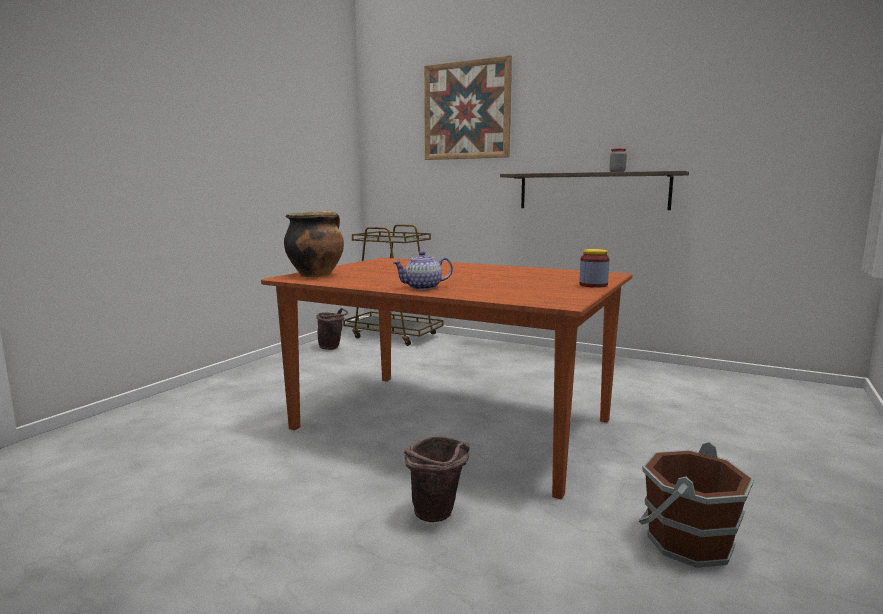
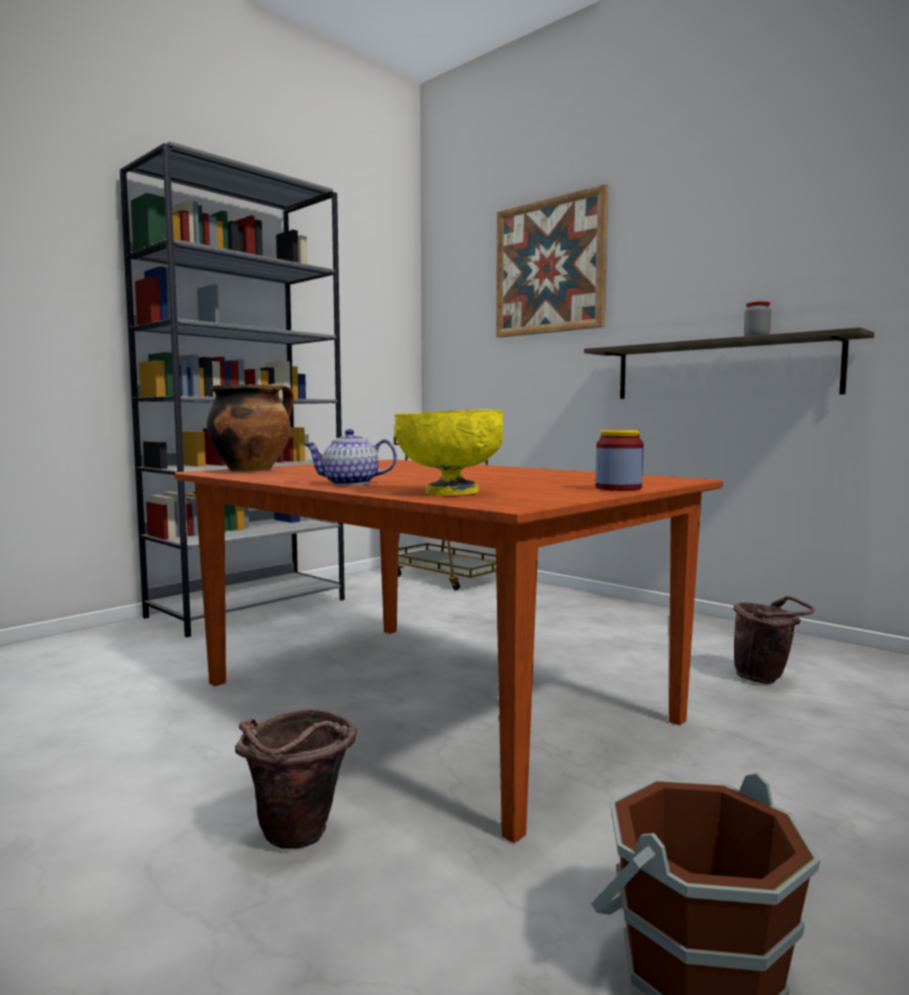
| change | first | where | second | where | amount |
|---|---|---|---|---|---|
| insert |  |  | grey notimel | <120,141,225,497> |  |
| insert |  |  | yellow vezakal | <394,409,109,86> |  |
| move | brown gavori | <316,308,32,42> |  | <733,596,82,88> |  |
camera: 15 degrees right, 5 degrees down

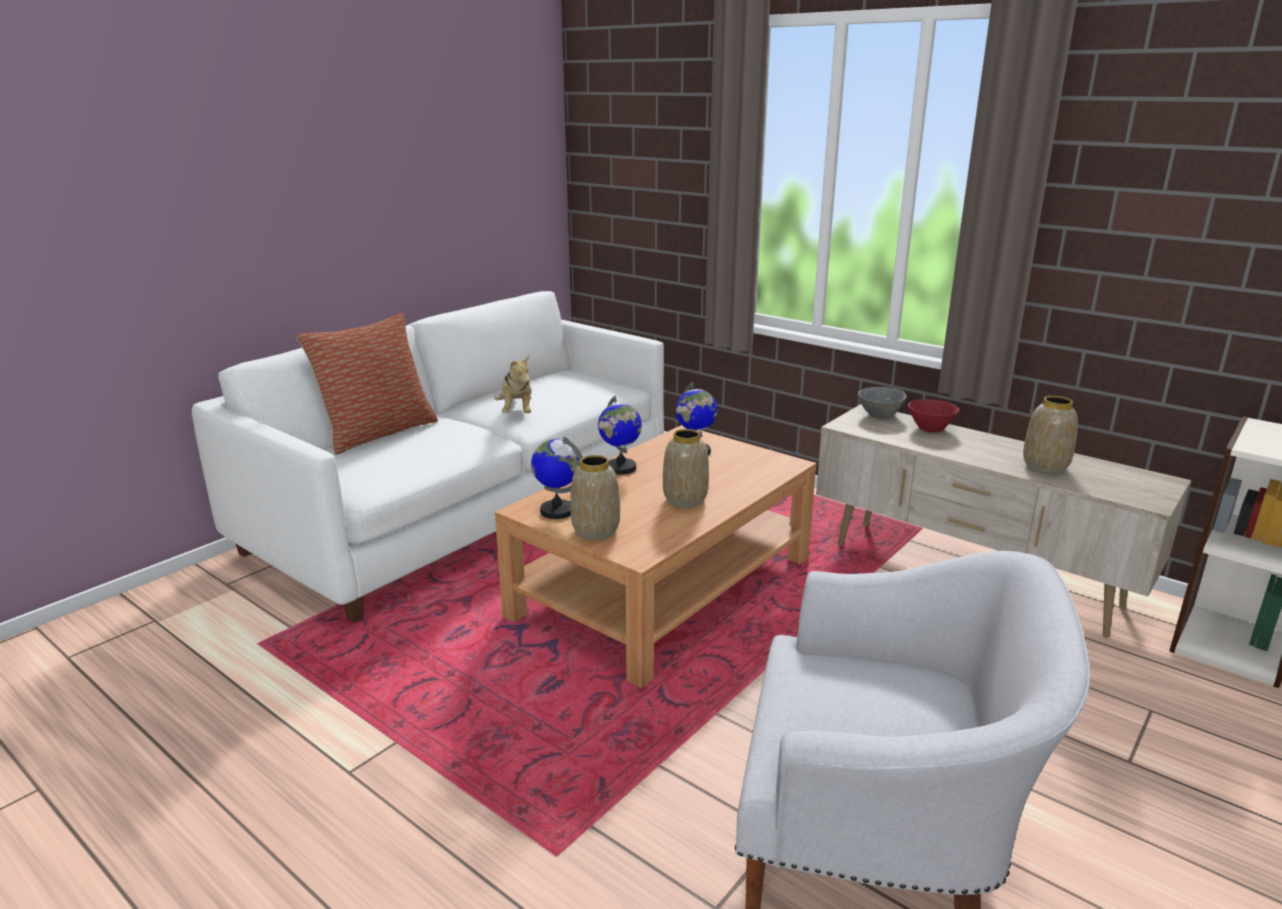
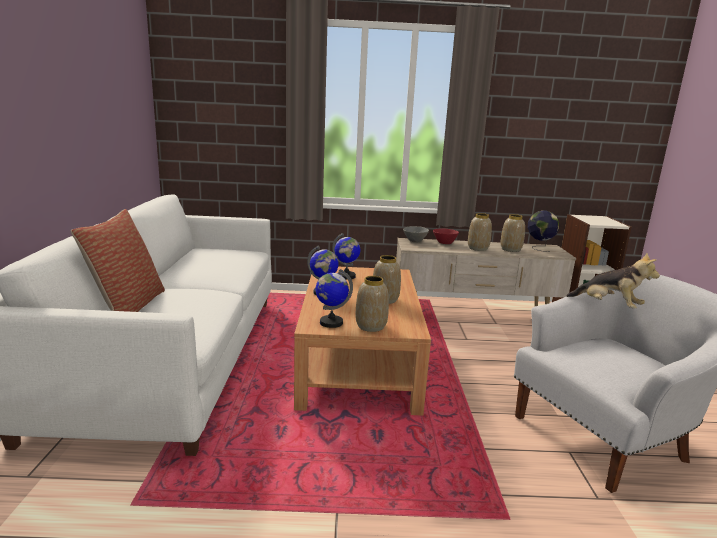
| change | first | where | second | where | amount |
|---|---|---|---|---|---|
| insert |  |  | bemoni | <468,213,24,38> |  |
| insert |  |  | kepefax | <528,210,31,42> |  |
| move | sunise | <494,355,38,58> |  | <566,253,94,56> |  |
camera: 40 degrees left, 5 degrees down

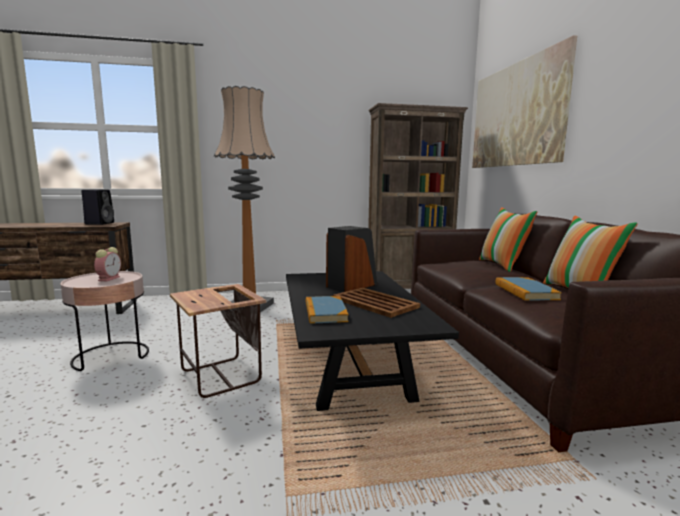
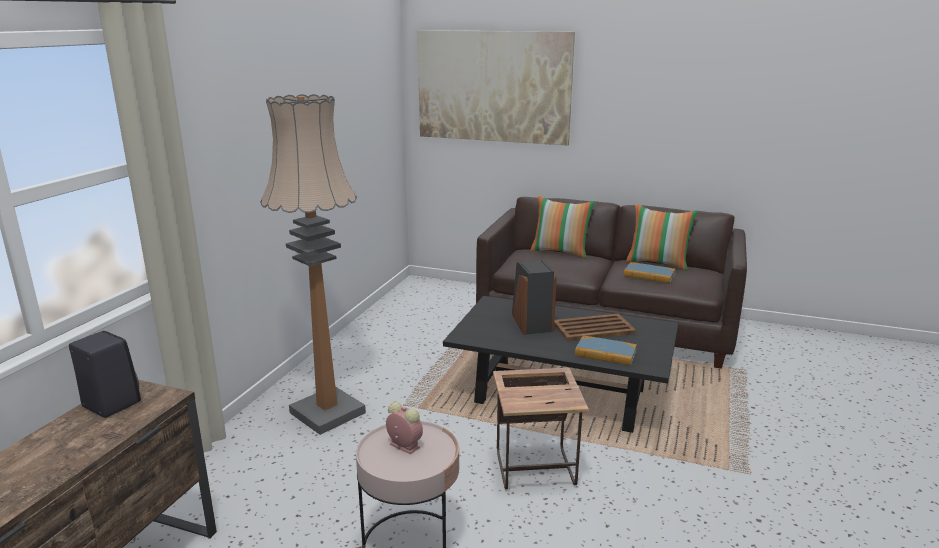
| change | first | where | second | where | amount |
|---|---|---|---|---|---|
| delete | brown notimel | <368,103,100,186> |  |  |  |
camera: 60 degrees left, 10 degrees up

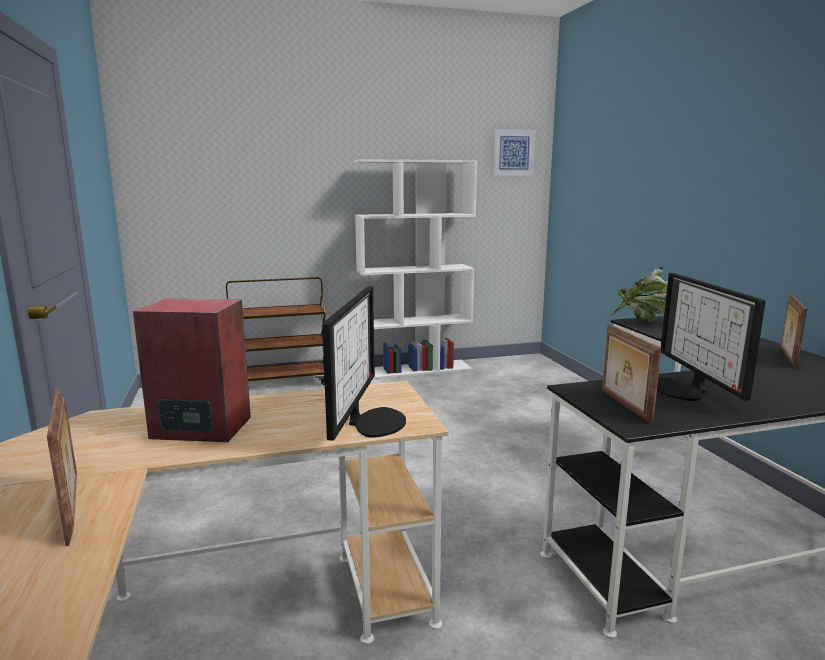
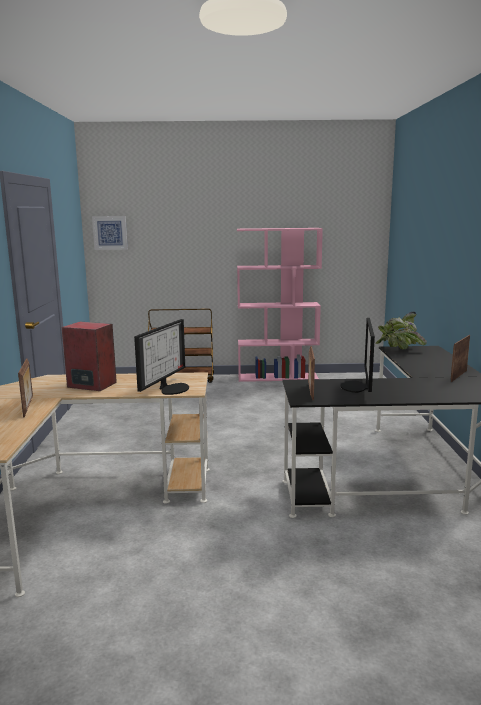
| change | first | where | second | where | amount |
|---|---|---|---|---|---|
| move | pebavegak | <492,129,44,47> |  | <92,216,36,34> |  |
| recolor | white notimel | <354,159,123,220> | pink notimel | <237,228,86,154> |  |
camera: 15 degrees right, 0 degrees up

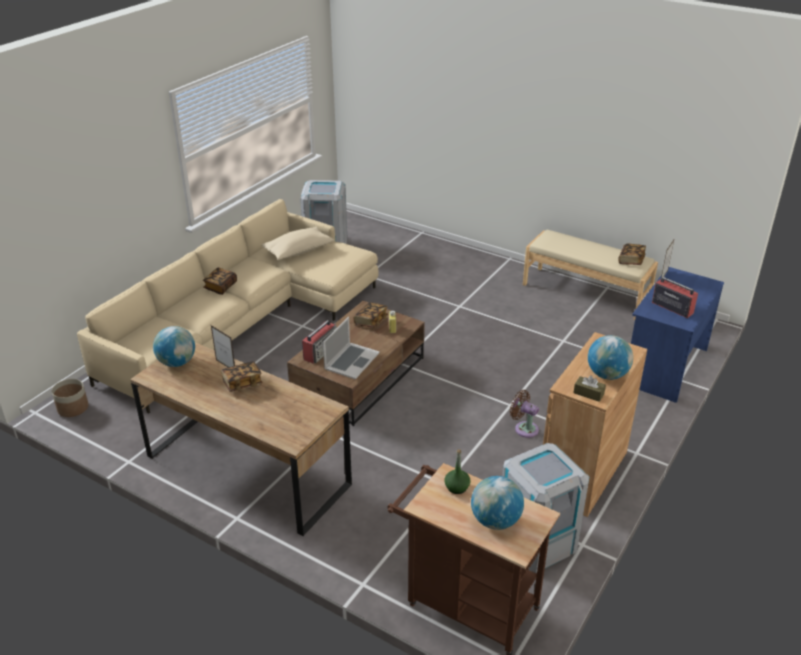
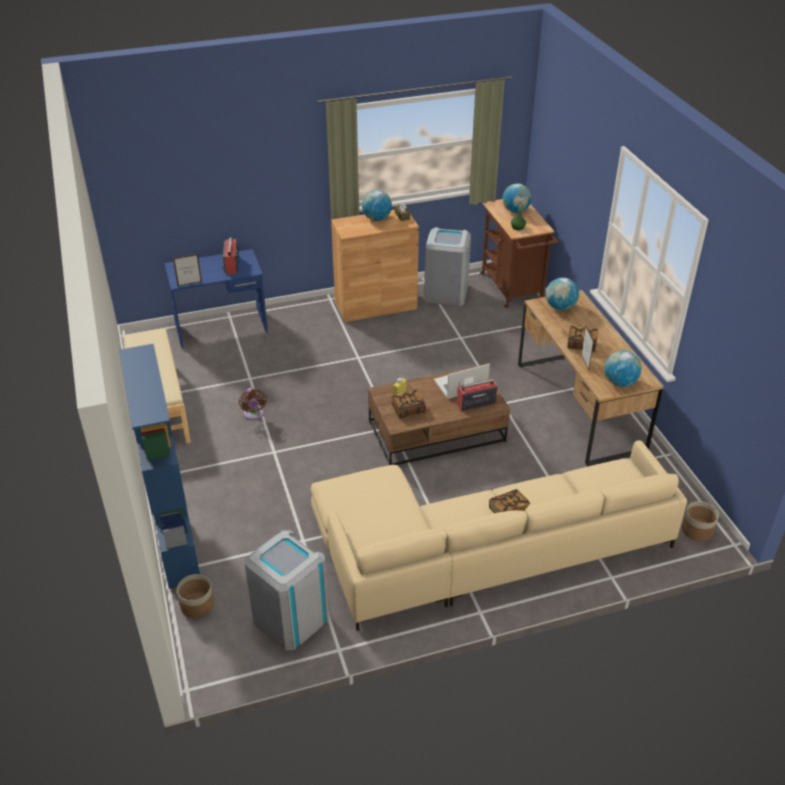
| change | first | where | second | where | amount |
|---|---|---|---|---|---|
| insert |  |  | blue notimel | <119,344,81,245> |  |
| insert |  |  | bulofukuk | <177,574,37,44> |  |
| move | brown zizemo | <510,390,29,48> |  | <239,388,28,32> |  |
| insert |  |  | kepefax | <546,277,33,33> |  |
| delete | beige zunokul | <261,227,74,33> |  |  |  |
| delete | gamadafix | <618,244,28,21> |  |  |  |
camera: 140 degrees left, 5 degrees up

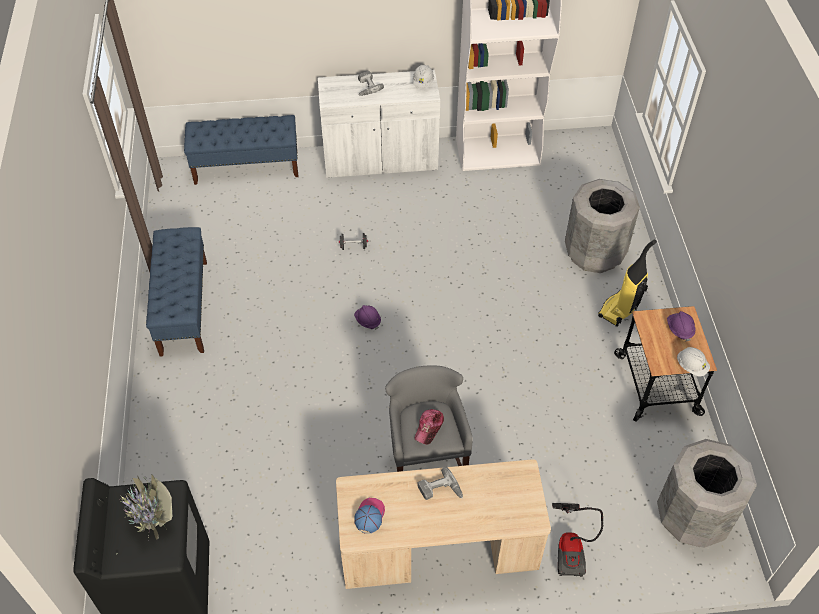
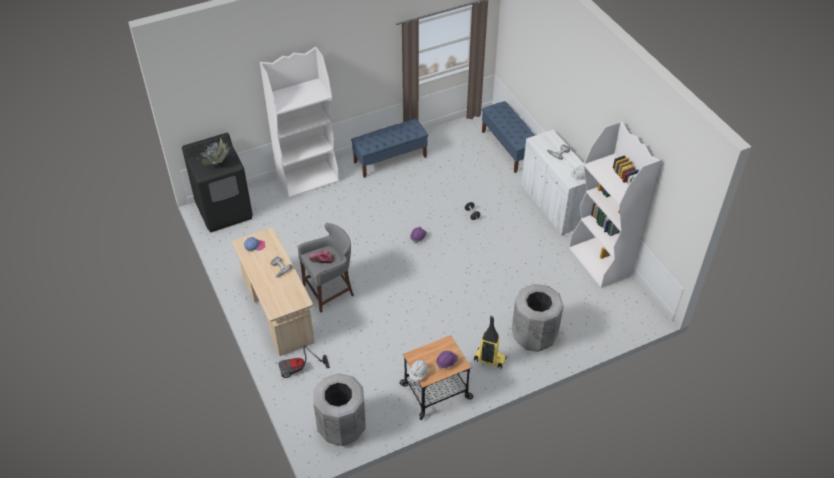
| change | first | where | second | where | amount |
|---|---|---|---|---|---|
| insert |  |  | white notimel | <260,47,79,151> |  |
camera: 70 degrees right, 5 degrees down

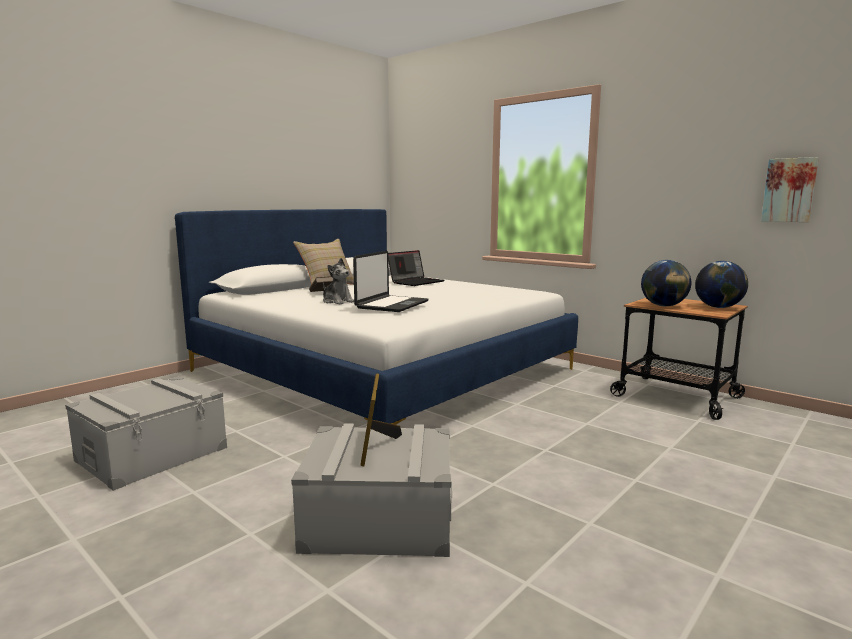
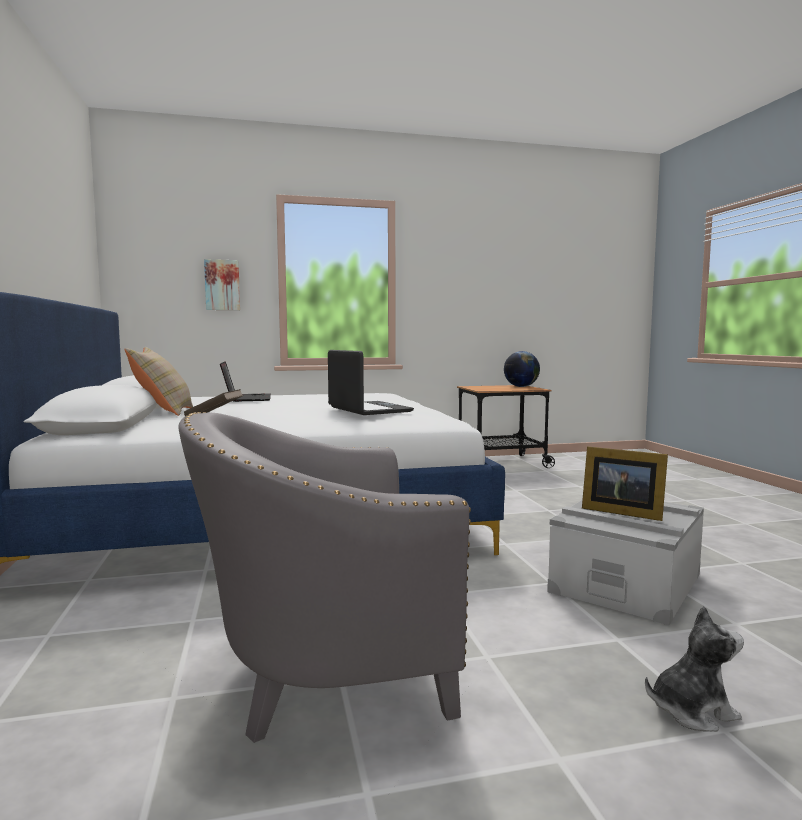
| change | first | where | second | where | amount |
|---|---|---|---|---|---|
| replace | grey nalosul | <65,377,162,114> | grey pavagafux | <179,412,292,331> |  |
| move | pebavegak | <761,157,58,65> |  | <204,259,36,51> |  |
| move | sunise | <323,258,31,46> |  | <645,606,99,126> |  |
| delete | kepefax | <641,260,50,46> |  |  |  |
camera: 55 degrees left, 5 degrees down

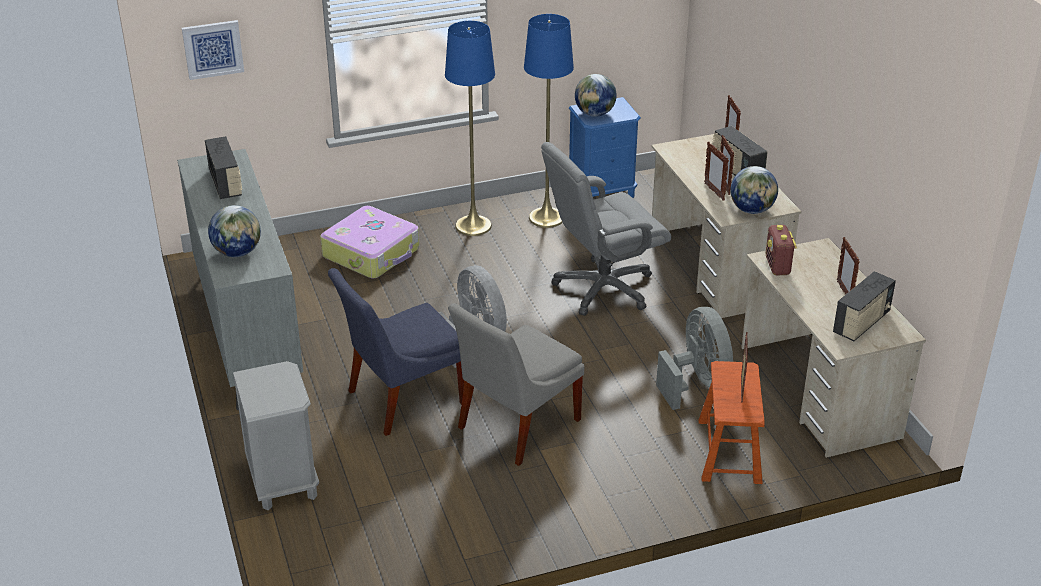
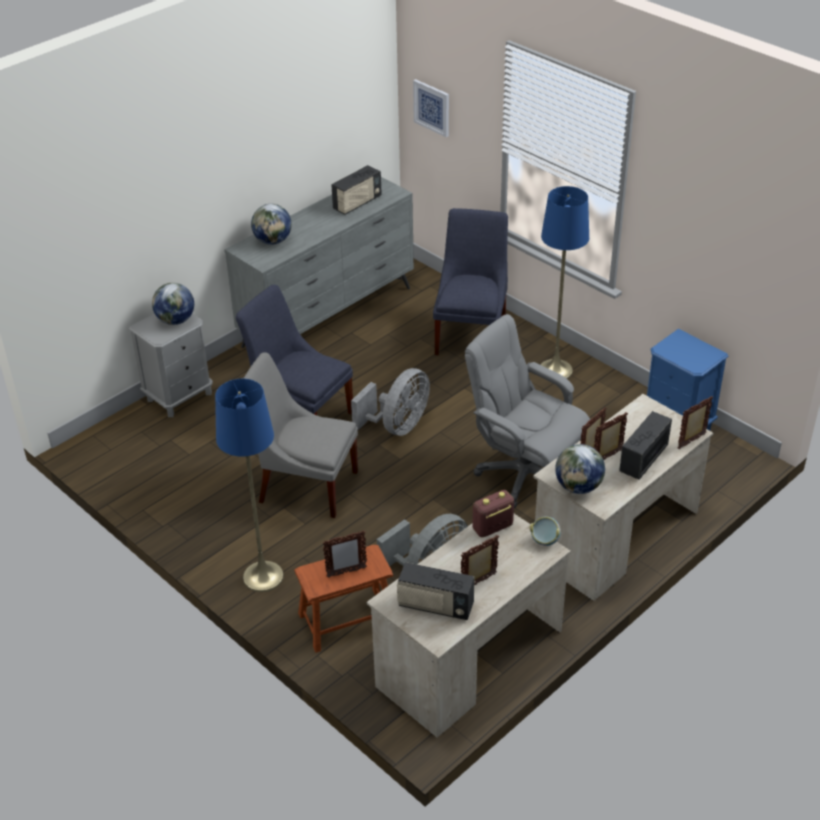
| change | first | where | second | where | amount |
|---|---|---|---|---|---|
| move | kepefax | <575,74,42,43> |  | <152,283,42,42> |  |
| move | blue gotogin | <524,14,50,214> |  | <215,379,69,213> |  |
| replace | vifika | <320,206,100,72> | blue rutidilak | <433,208,75,147> |  |
| insert |  |  | vezakal | <529,516,32,30> |  |
camera: 65 degrees right, 5 degrees up

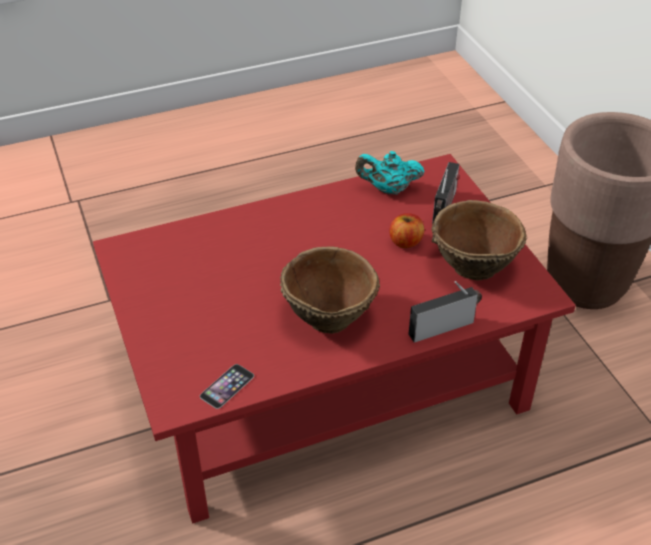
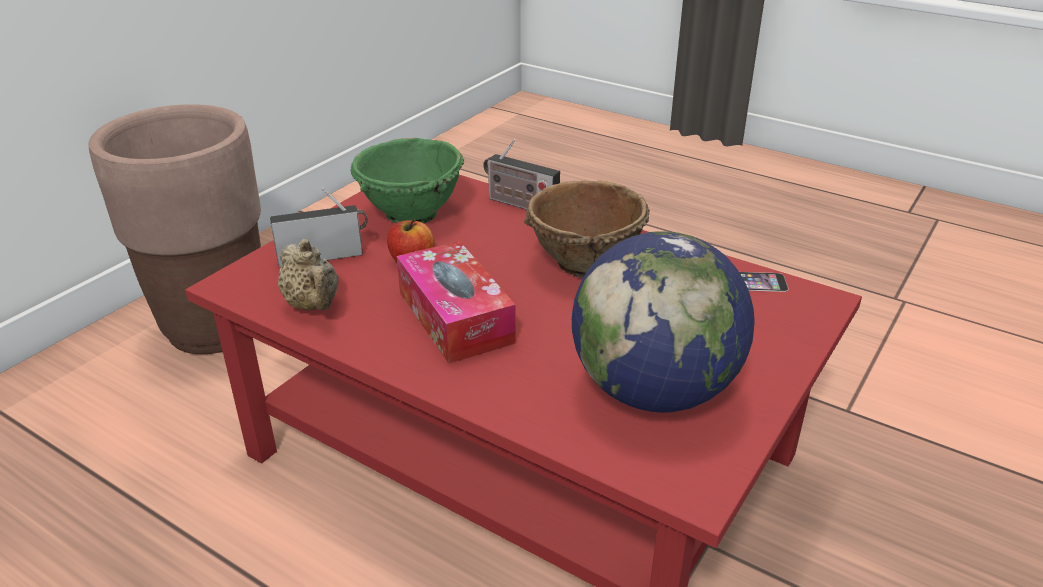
| change | first | where | second | where | amount |
|---|---|---|---|---|---|
| recolor | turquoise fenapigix | <355,151,70,44> | beige fenapigix | <278,239,60,71> |  |
| recolor | brown vezakal | <431,200,96,80> | green vezakal | <350,138,114,85> |  |
| insert |  |  | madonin | <397,241,119,123> |  |
| insert |  |  | kepefax | <572,231,183,182> |  |
camera: 125 degrees left, 10 degrees down

